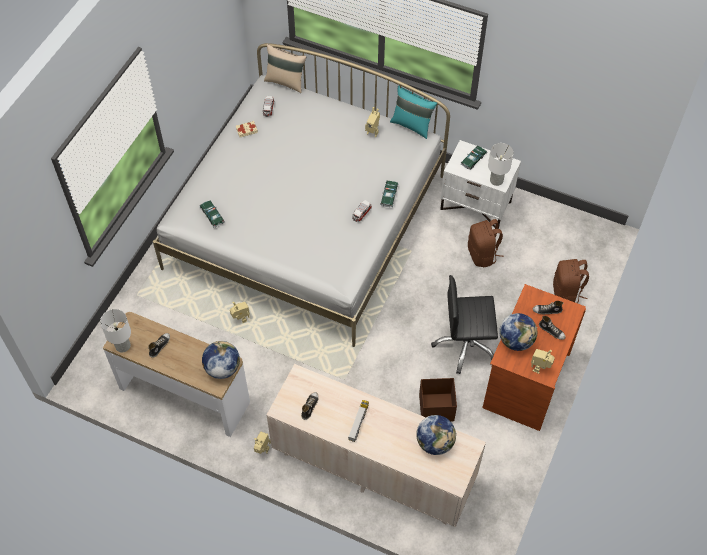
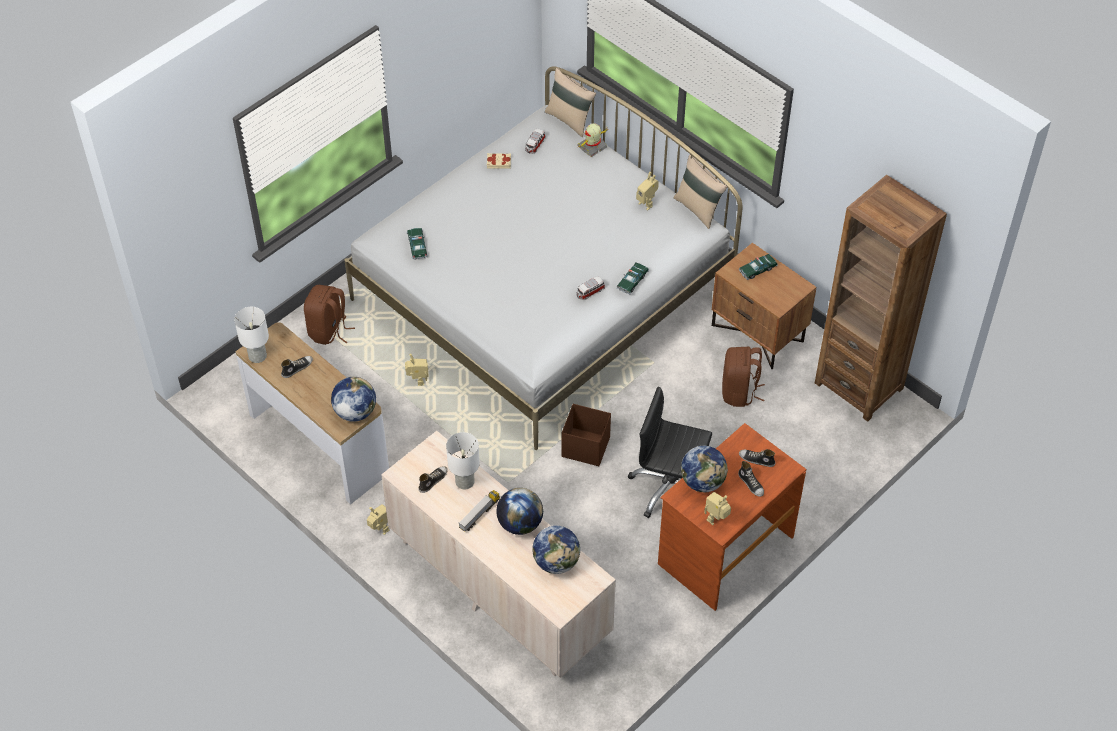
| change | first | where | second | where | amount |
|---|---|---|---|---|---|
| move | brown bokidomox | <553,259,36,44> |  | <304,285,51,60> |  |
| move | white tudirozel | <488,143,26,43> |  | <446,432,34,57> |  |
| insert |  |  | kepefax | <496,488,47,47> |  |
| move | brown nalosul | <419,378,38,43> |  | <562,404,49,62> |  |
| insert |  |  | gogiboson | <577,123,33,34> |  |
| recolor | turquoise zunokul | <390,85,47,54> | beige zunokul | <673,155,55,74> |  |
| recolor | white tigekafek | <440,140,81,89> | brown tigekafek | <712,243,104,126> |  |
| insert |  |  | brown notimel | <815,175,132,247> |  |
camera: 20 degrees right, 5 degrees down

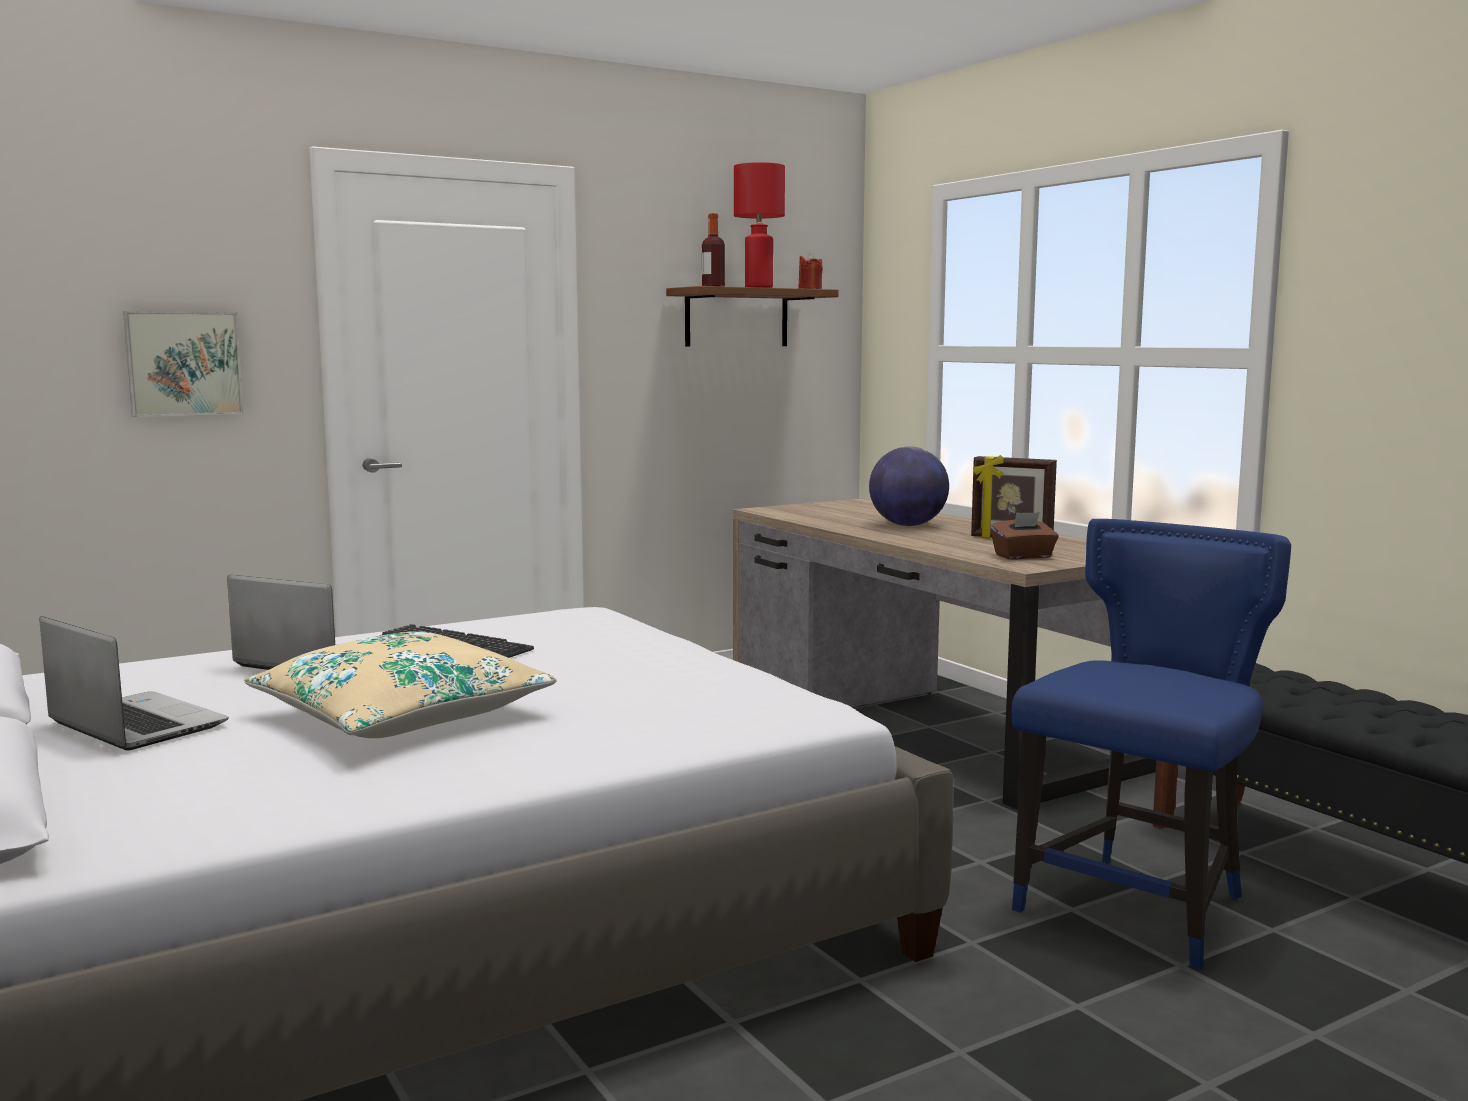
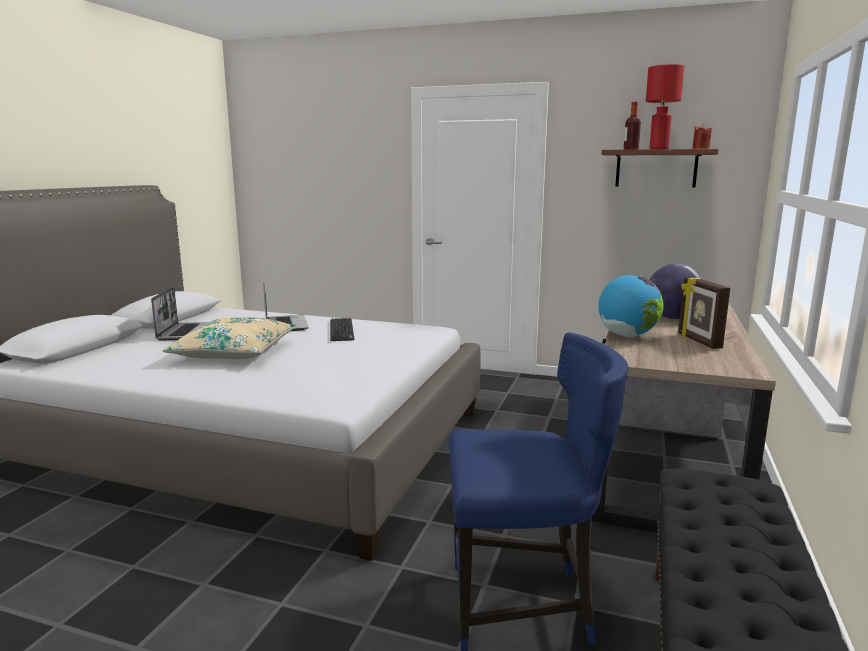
| change | first | where | second | where | amount |
|---|---|---|---|---|---|
| insert |  |  | kepefax | <598,275,65,62> |  |
| delete | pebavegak | <123,311,121,106> |  |  |  |
| delete | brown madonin | <990,512,69,48> |  |  |  |
camera: 50 degrees right, 5 degrees up

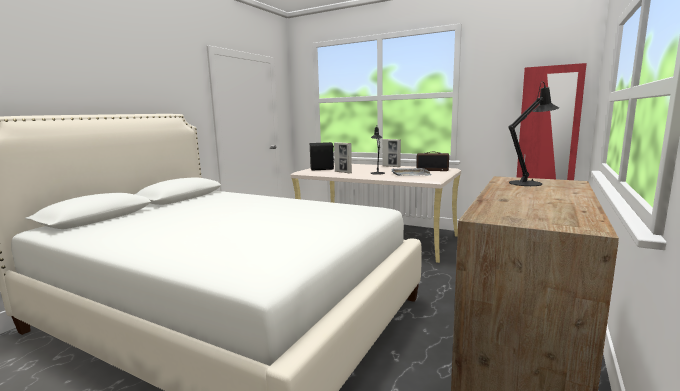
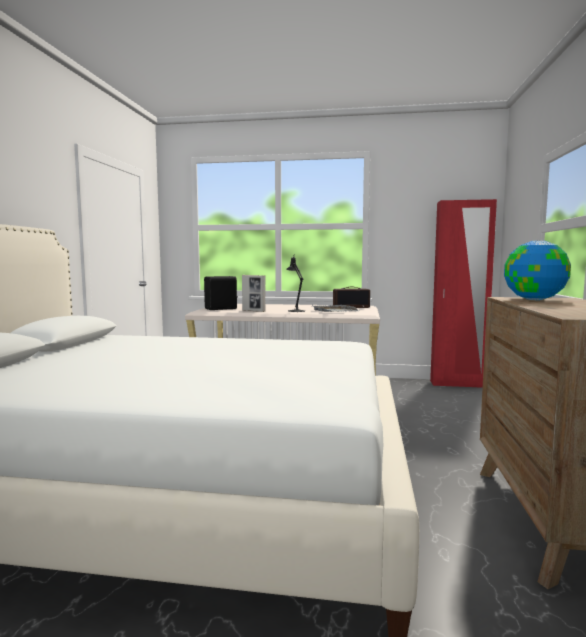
| change | first | where | second | where | amount |
|---|---|---|---|---|---|
| replace | black tudirozel | <508,81,51,105> | kepefax | <504,241,67,59> |  |
| delete | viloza | <383,139,18,28> |  |  |  |
camera: 20 degrees left, 5 degrees down

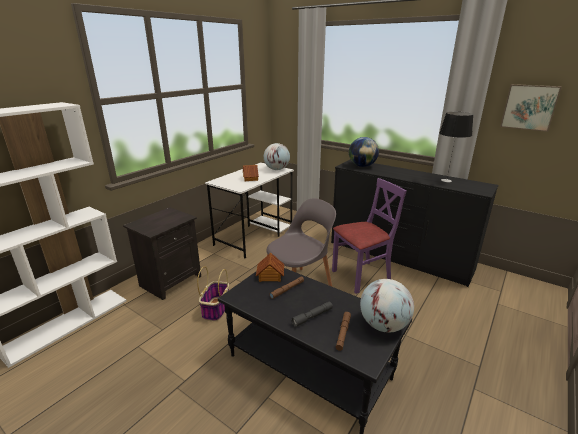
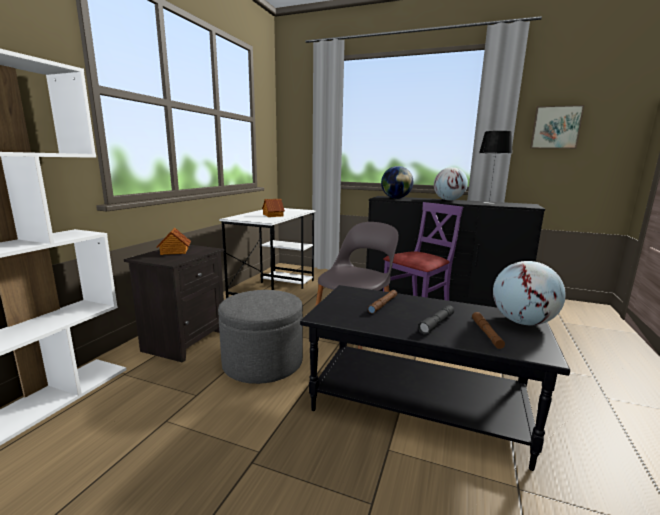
| change | first | where | second | where | amount |
|---|---|---|---|---|---|
| move | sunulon | <256,253,28,29> |  | <156,228,35,27> |  |
| replace | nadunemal | <197,266,32,55> | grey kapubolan | <218,290,85,94> |  |
| move | kepefax | <264,143,26,27> |  | <434,167,34,34> |  |
camera: 15 degrees left, 10 degrees down

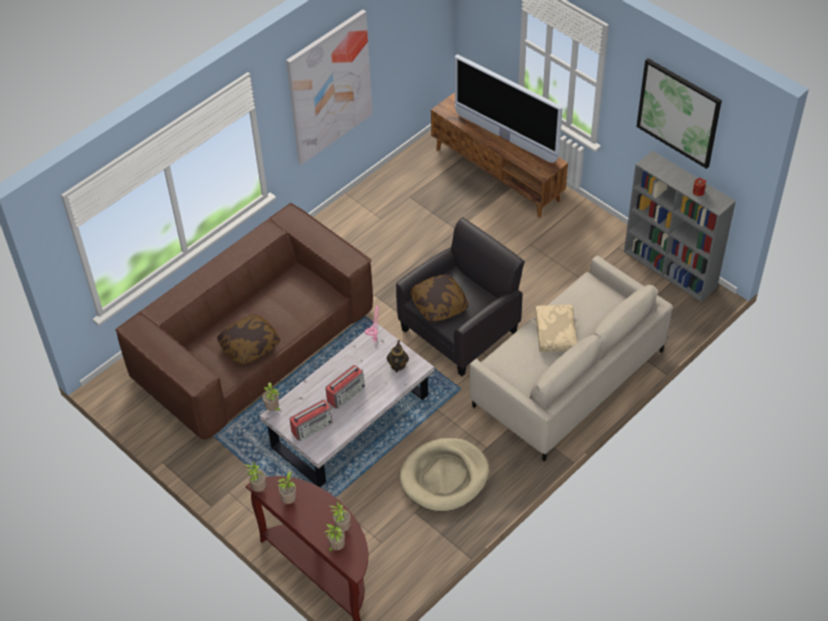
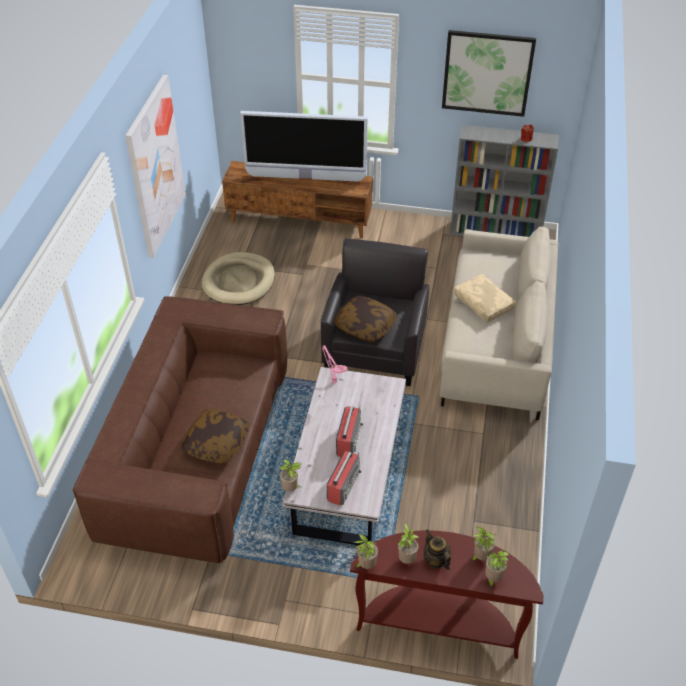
| change | first | where | second | where | amount |
|---|---|---|---|---|---|
| move | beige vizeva | <399,438,90,74> |  | <202,252,73,53> |  |
| move | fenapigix | <387,340,22,32> |  | <423,529,28,41> |  |
camera: 35 degrees left, 5 degrees down

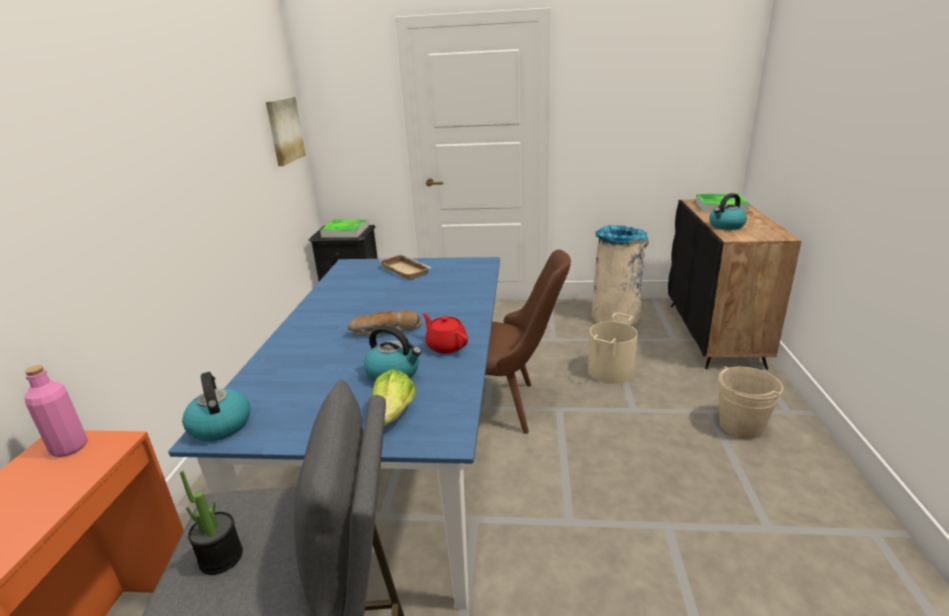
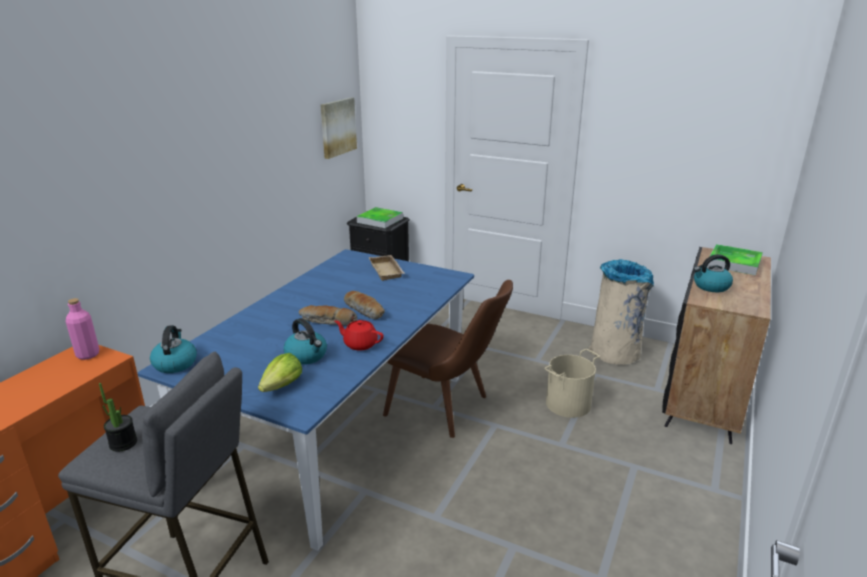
| change | first | where | second | where | amount |
|---|---|---|---|---|---|
| rotate | red fenapigix | <422,313,46,40> |  | <335,320,49,30> | 45 degrees counterclockwise |
| insert |  |  | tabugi | <344,291,41,29> |  |
| delete | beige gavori | <718,366,65,73> |  |  |  |
camera: 20 degrees right, 0 degrees up

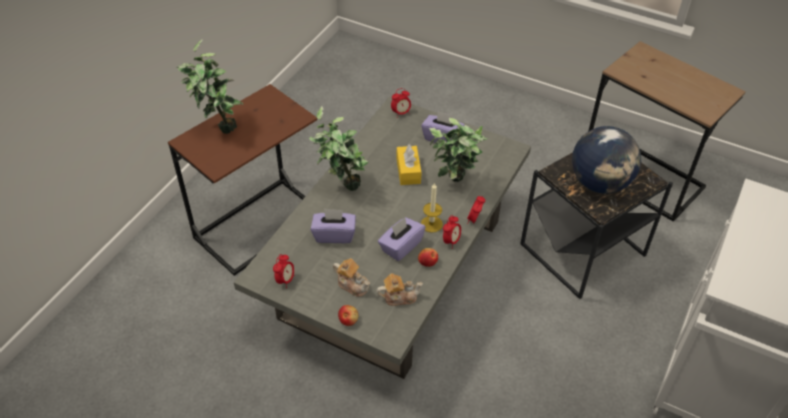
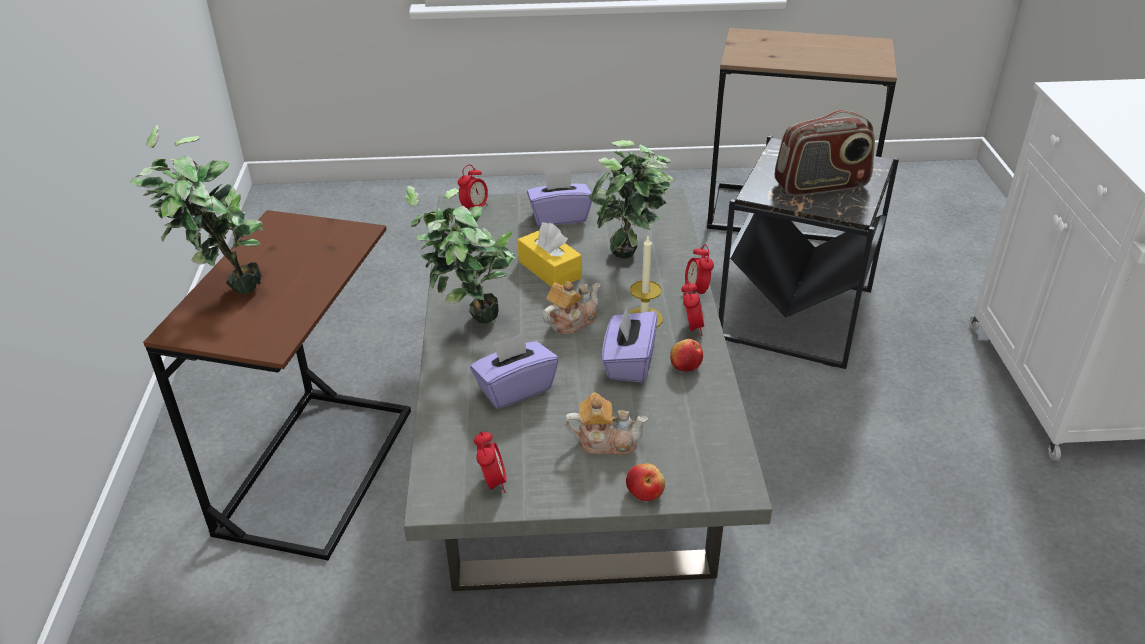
| change | first | where | second | where | amount |
|---|---|---|---|---|---|
| move | fenapigix | <376,273,47,33> |  | <542,281,58,54> |  |
| replace | kepefax | <572,126,69,68> | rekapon | <775,110,100,86> |  |
camera: 30 degrees left, 10 degrees down

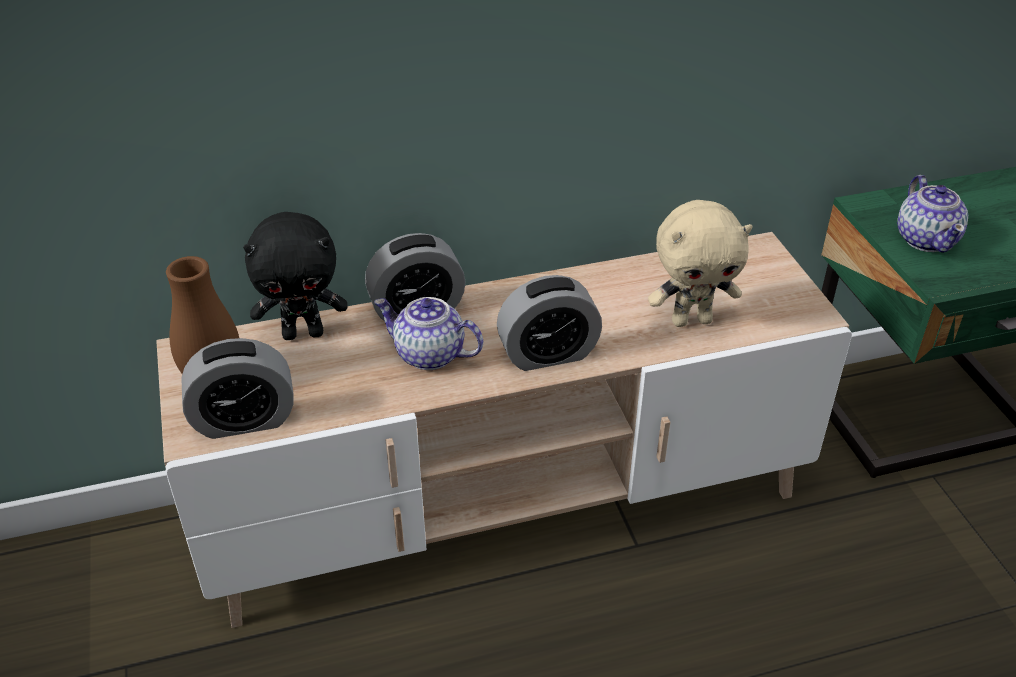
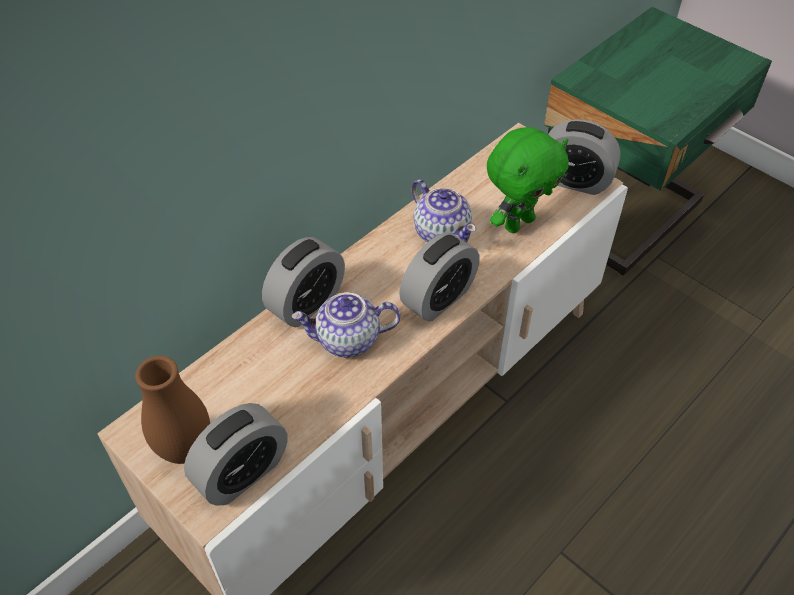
| change | first | where | second | where | amount |
|---|---|---|---|---|---|
| move | fenapigix | <897,175,71,78> |  | <412,179,64,64> |  |
| recolor | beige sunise | <648,200,105,127> | green sunise | <487,127,82,106> |  |
| insert |  |  | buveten | <548,119,73,76> |  |
| delete | black sunise | <243,212,105,128> |  |  |  |
camera: 30 degrees left, 10 degrees up

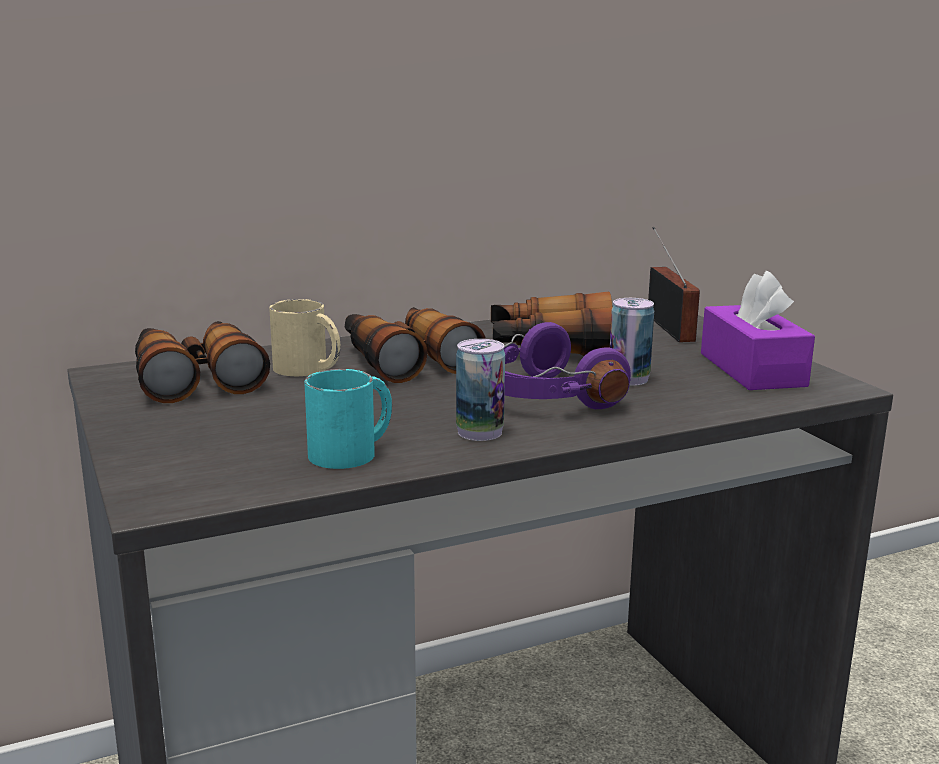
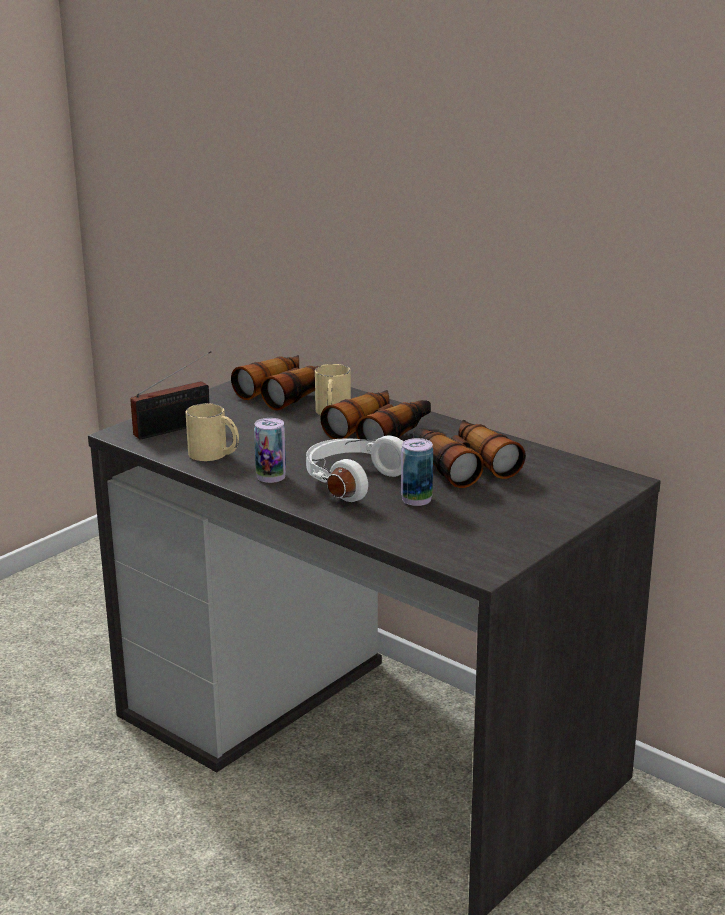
| change | first | where | second | where | amount |
|---|---|---|---|---|---|
| move | rekapon | <648,227,52,115> |  | <130,351,81,89> |  |
| recolor | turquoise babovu | <304,369,88,100> | beige babovu | <186,403,53,58> |  |
| recolor | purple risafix | <504,322,127,87> | white risafix | <306,435,98,67> |  |
| delete | purple madonin | <701,271,114,119> |  |  |  |
camera: 65 degrees right, 5 degrees up

